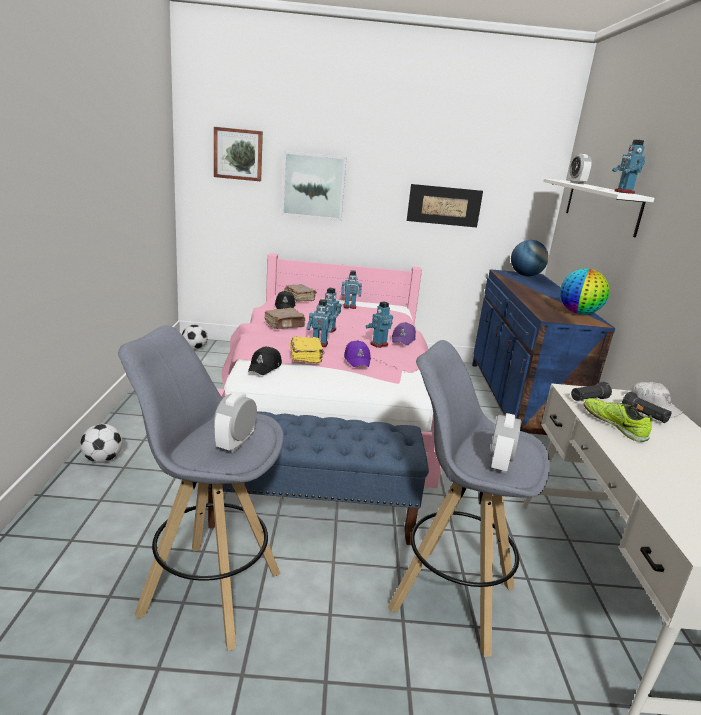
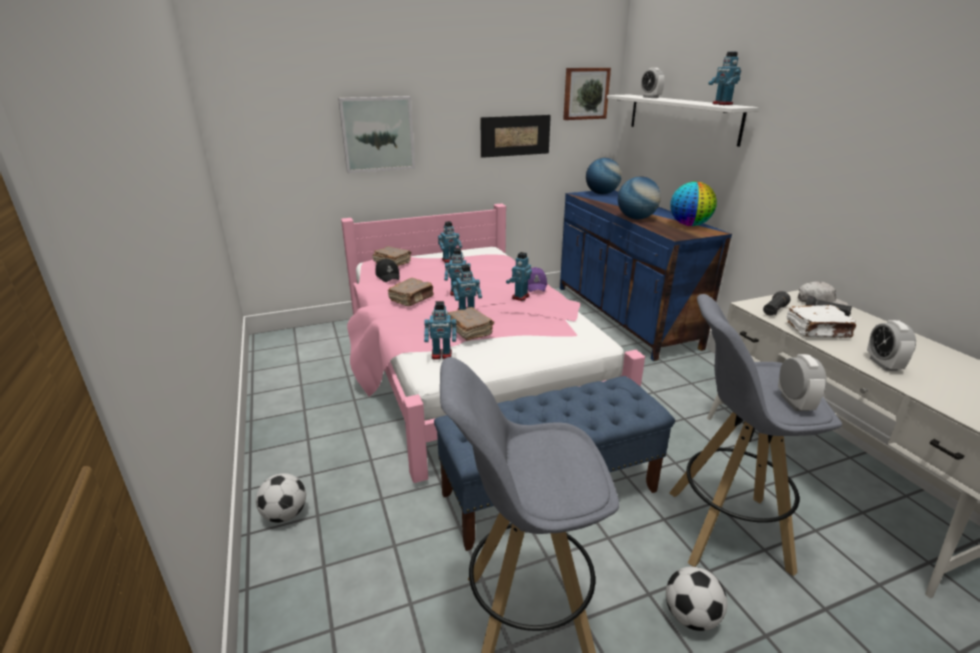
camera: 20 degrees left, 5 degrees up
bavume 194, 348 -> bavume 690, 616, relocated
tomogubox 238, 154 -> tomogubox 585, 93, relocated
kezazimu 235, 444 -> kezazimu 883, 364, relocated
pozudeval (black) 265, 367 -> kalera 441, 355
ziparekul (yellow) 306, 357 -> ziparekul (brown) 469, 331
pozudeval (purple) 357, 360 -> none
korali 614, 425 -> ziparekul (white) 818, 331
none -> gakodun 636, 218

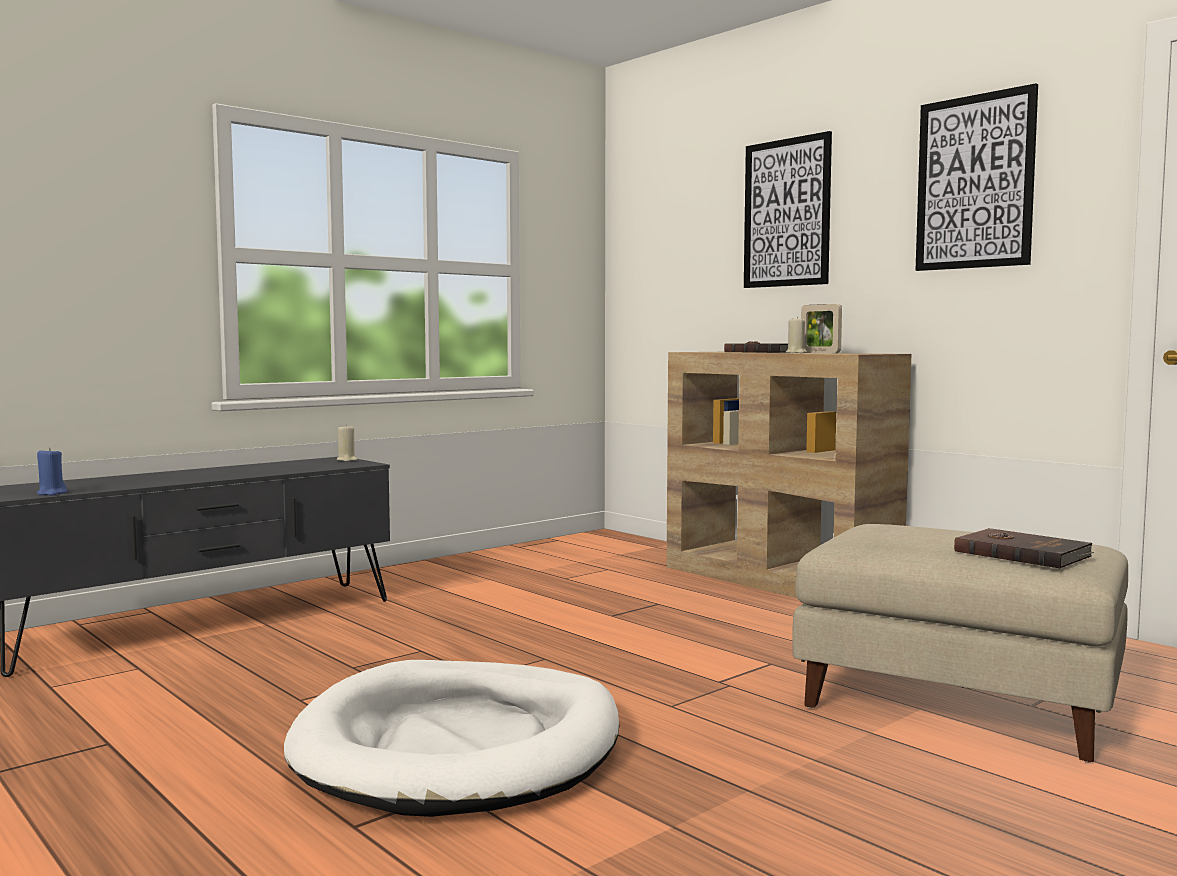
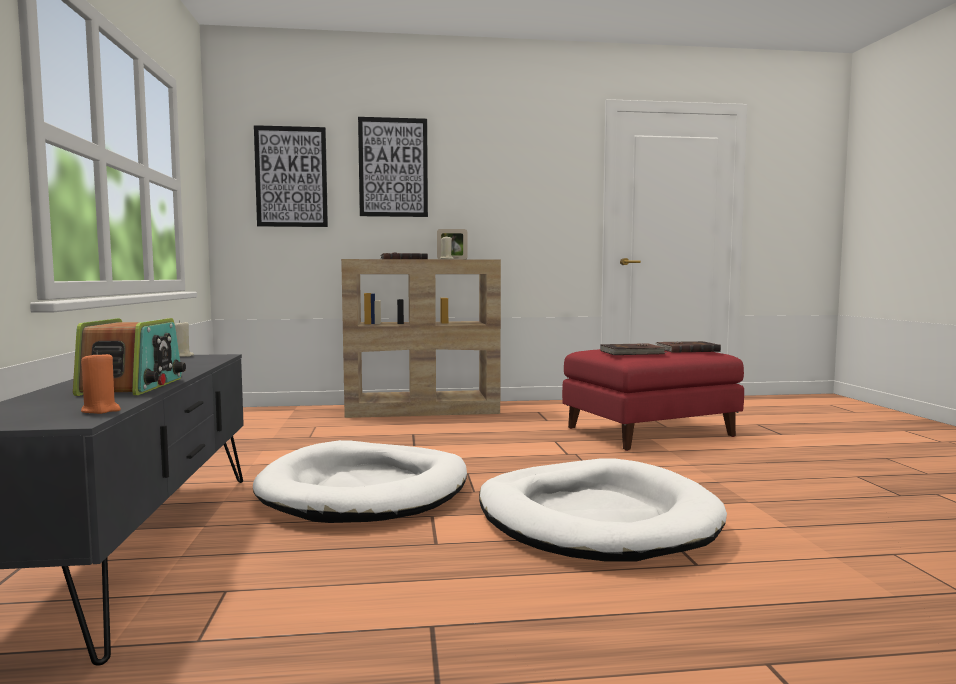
camera: 55 degrees left, 0 degrees up
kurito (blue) 52, 493 -> kurito (orange) 101, 410
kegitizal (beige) 961, 702 -> kegitizal (red) 650, 432
tomogubox 974, 182 -> tomogubox 291, 177, relocated
none -> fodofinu 133, 386
none -> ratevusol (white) 366, 490
none -> ziparekul (brown) 633, 352

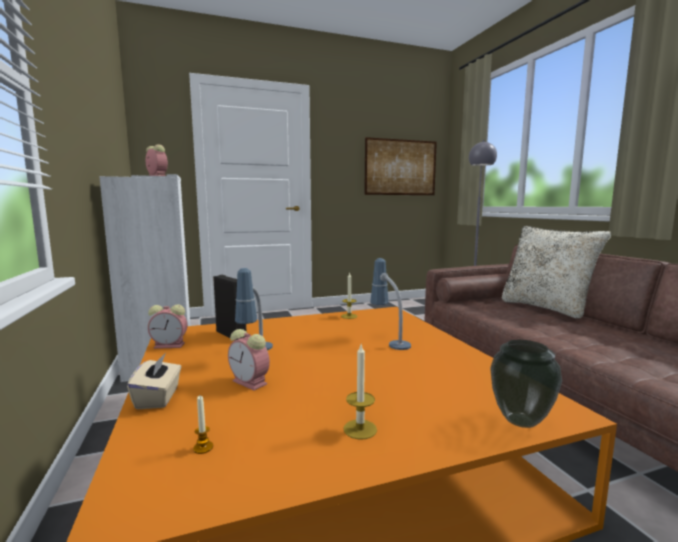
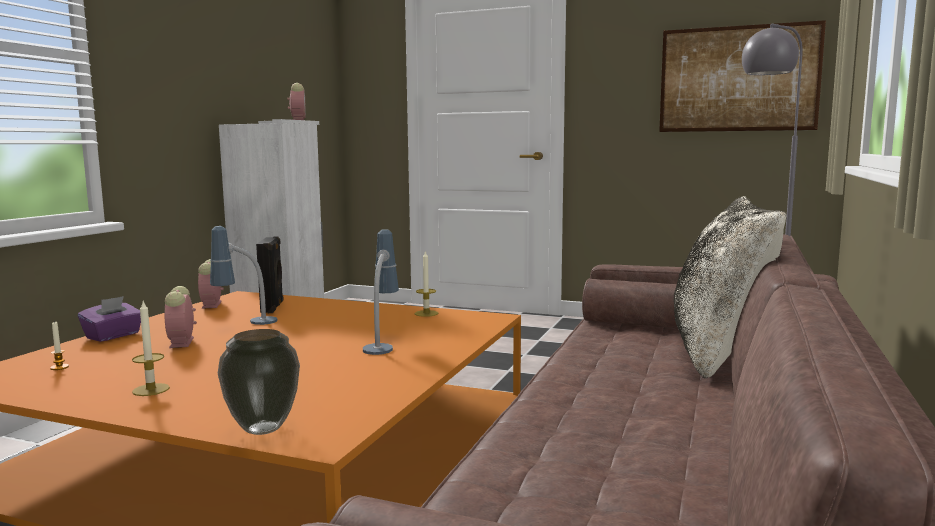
camera: 40 degrees right, 0 degrees up
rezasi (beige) 158, 398 -> rezasi (purple) 113, 336
kezazimu 171, 345 -> kezazimu 212, 305, 45 degrees clockwise

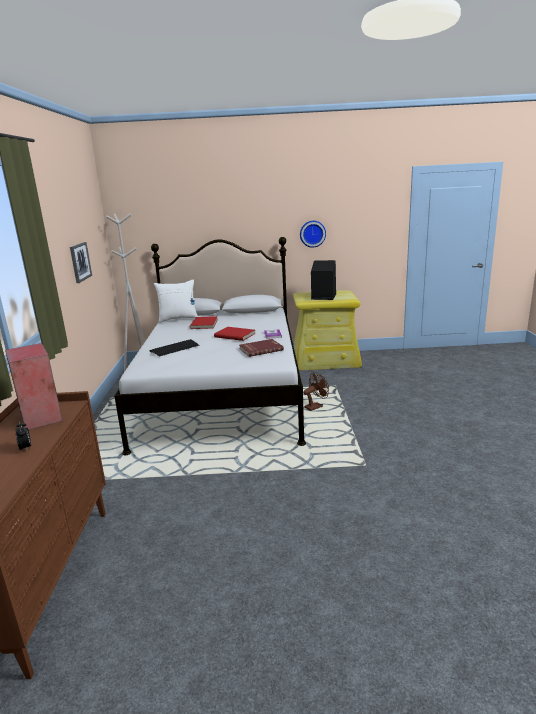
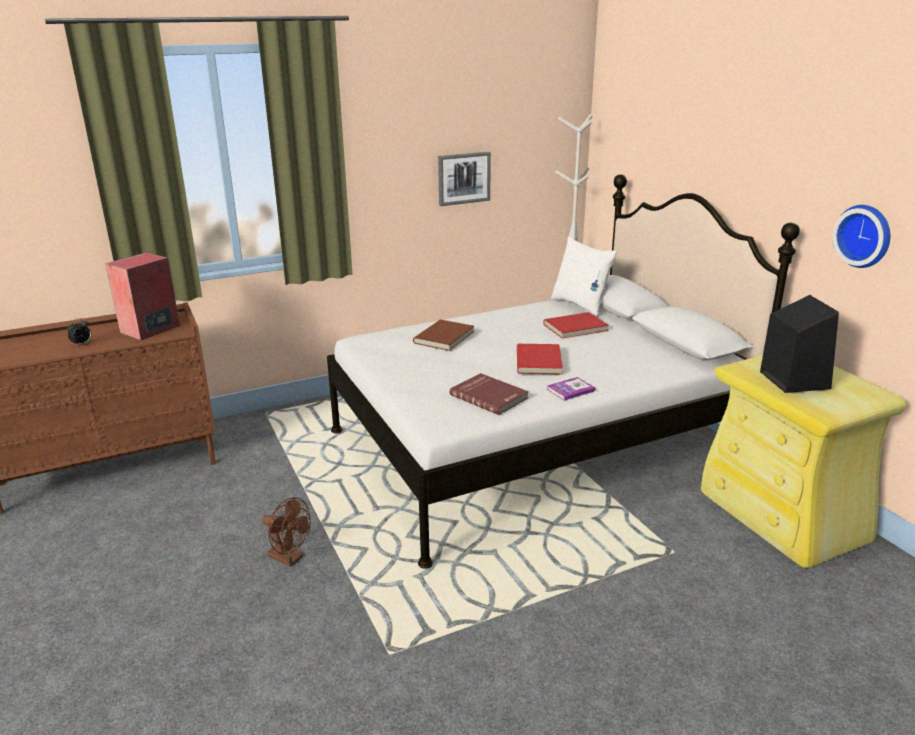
camera: 65 degrees right, 5 degrees up
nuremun 175, 348 -> ziparekul (brown) 445, 337
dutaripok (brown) 316, 406 -> dutaripok (brown) 289, 558, relocated

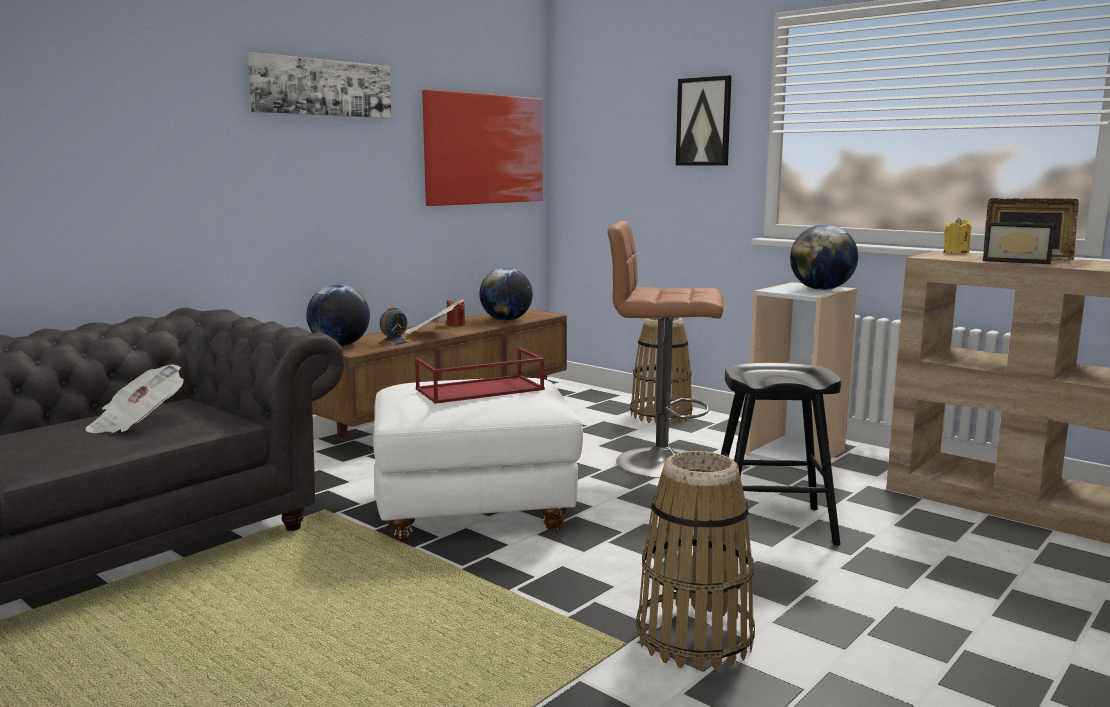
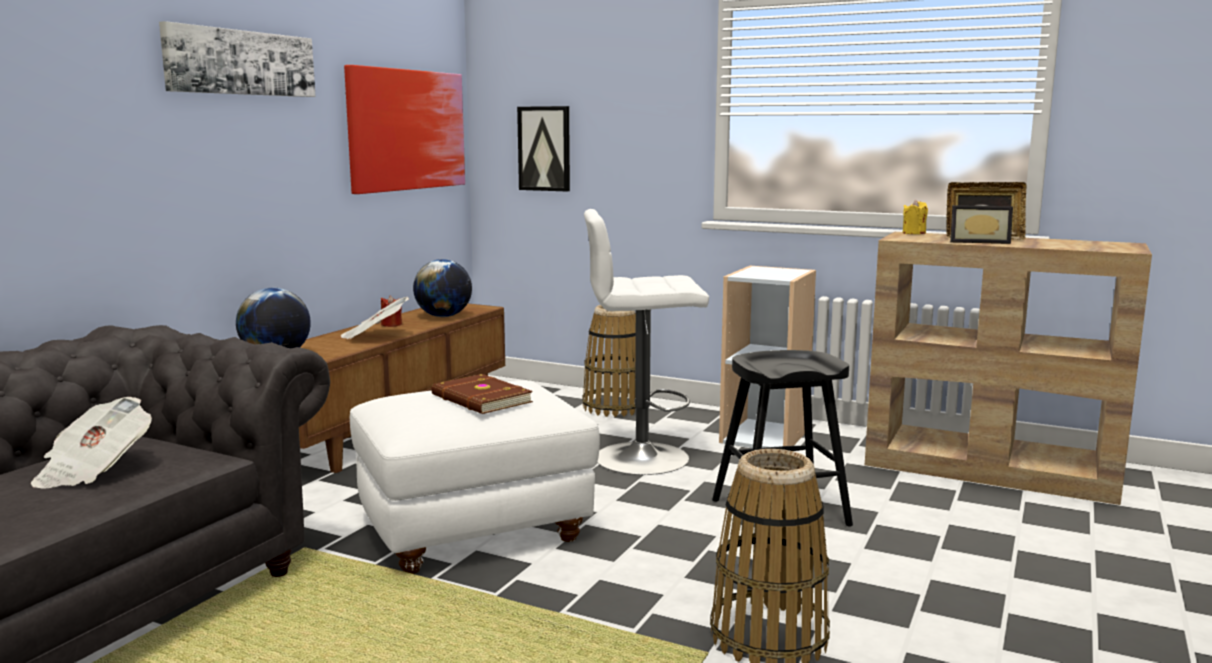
camera: 15 degrees left, 0 degrees up
kezazimu 394, 342 -> none
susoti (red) 479, 390 -> ziparekul (brown) 480, 399
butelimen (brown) 660, 462 -> butelimen (white) 640, 458
tomogubox 704, 122 -> tomogubox 544, 148, relocated
gakodun 821, 289 -> none

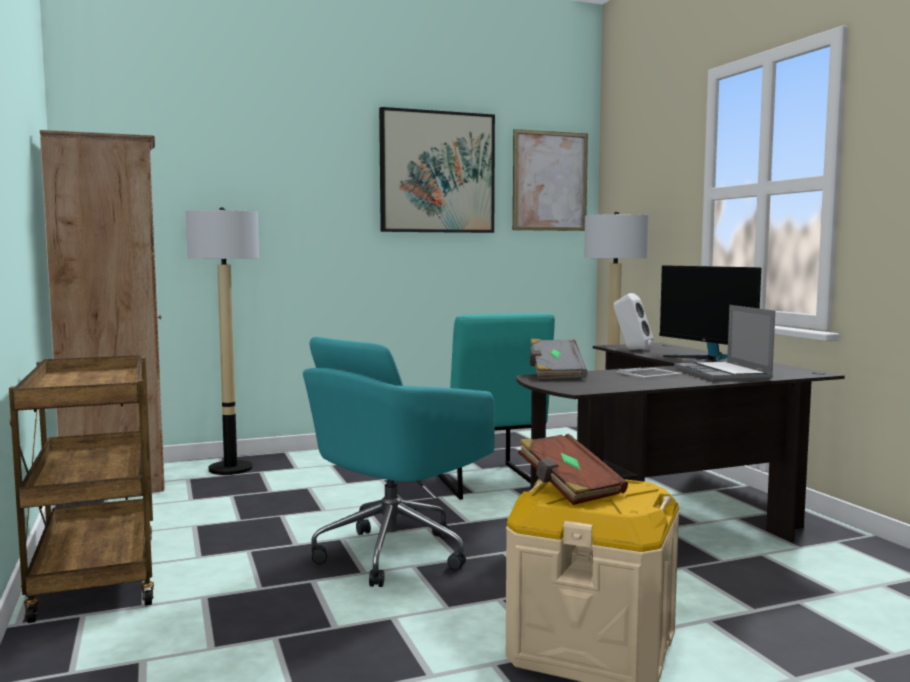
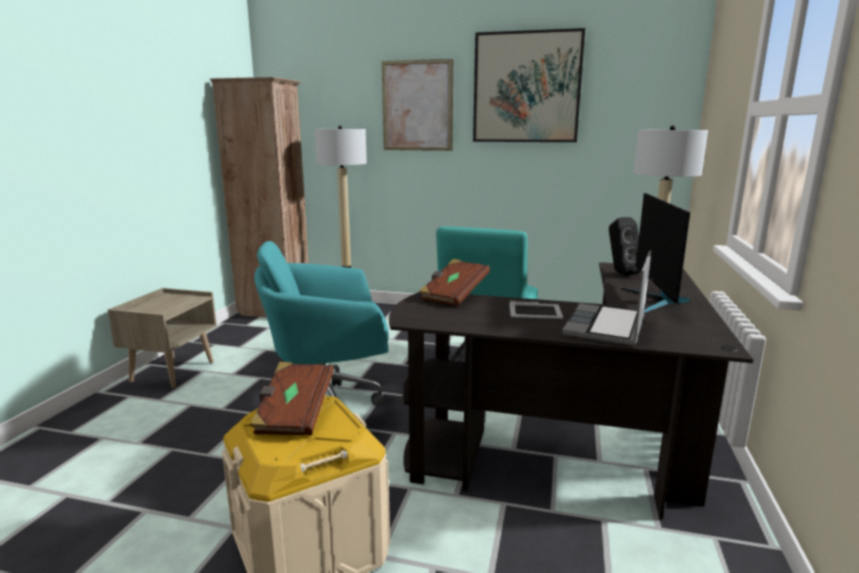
camera: 35 degrees right, 10 degrees up
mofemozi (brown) 94, 576 -> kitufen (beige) 172, 371
tomogubox 550, 181 -> tomogubox 417, 106, relocated
ziparekul (grey) 555, 374 -> ziparekul (brown) 453, 295
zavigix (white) 631, 349 -> zavigix (black) 620, 273

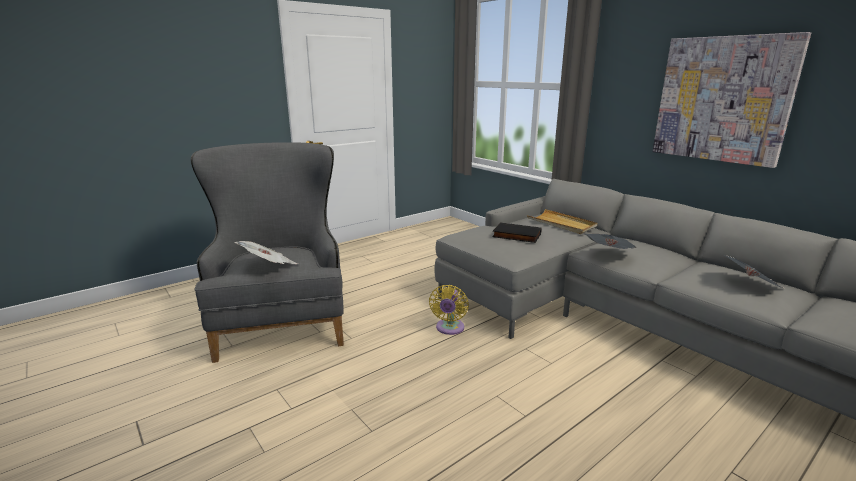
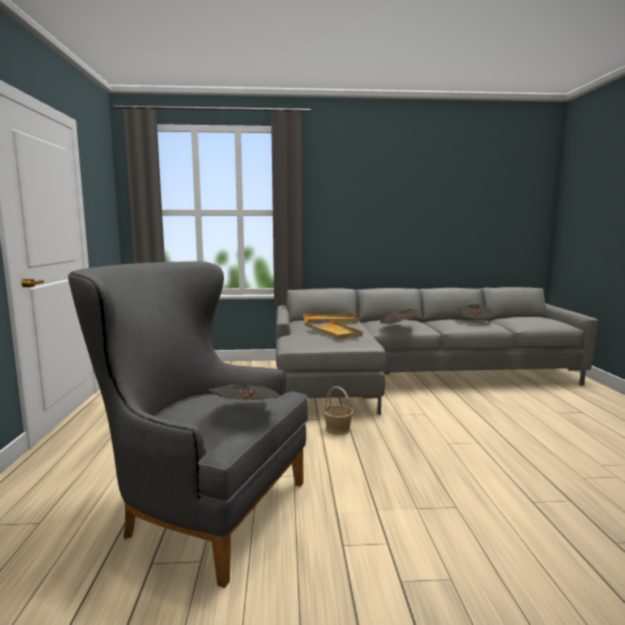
camera: 55 degrees left, 10 degrees down
dutaripok (yellow) 449, 329 -> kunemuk 338, 429
ziparekul (black) 516, 236 -> susoti (beige) 333, 332
tomogubox 722, 99 -> none

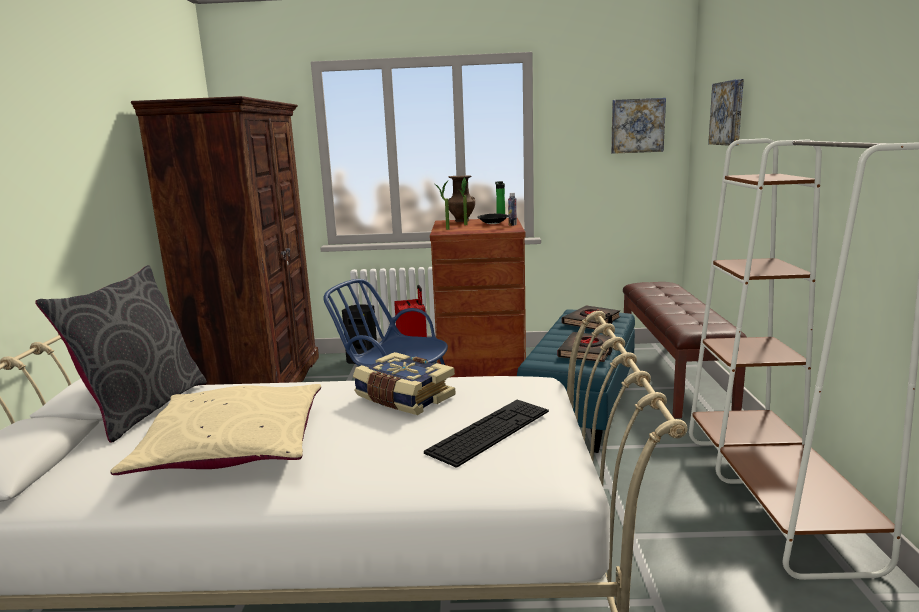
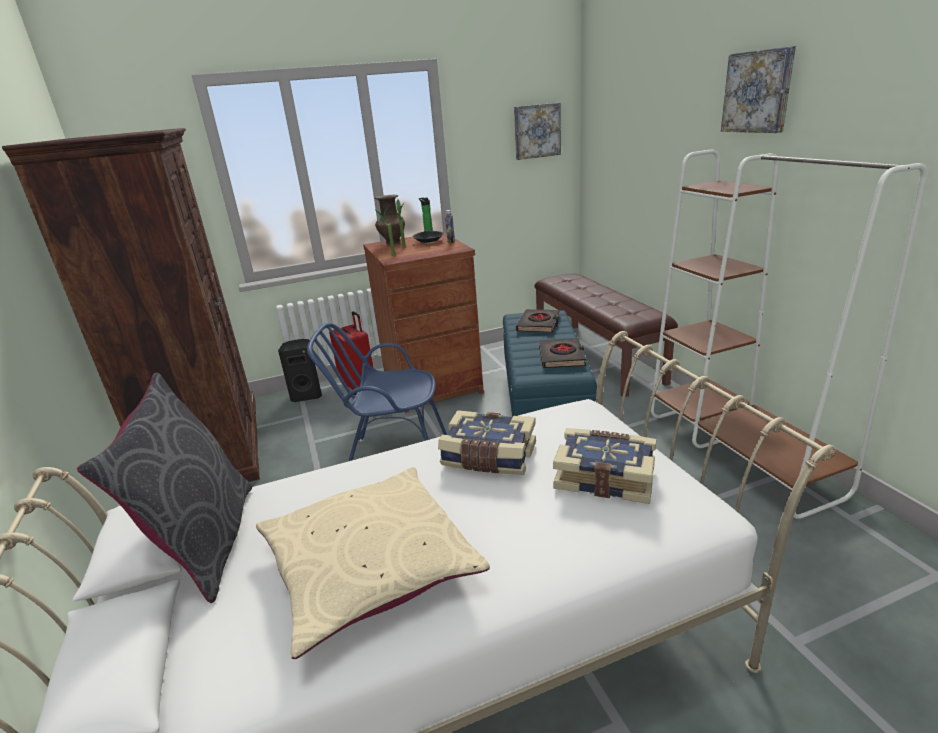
camera: 20 degrees left, 10 degrees up
nuremun 490, 431 -> ziparekul 605, 476
tomogubox 728, 113 -> tomogubox 758, 91, relocated

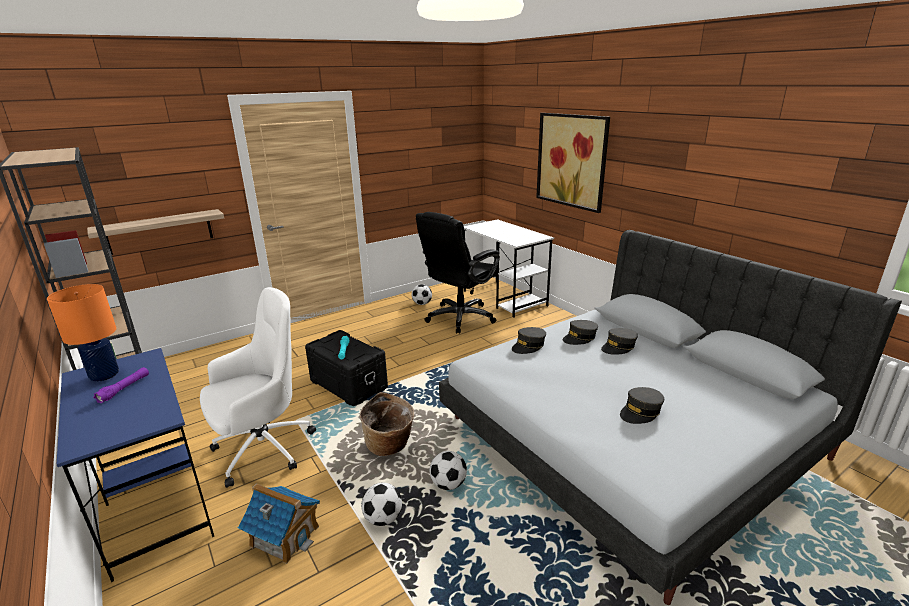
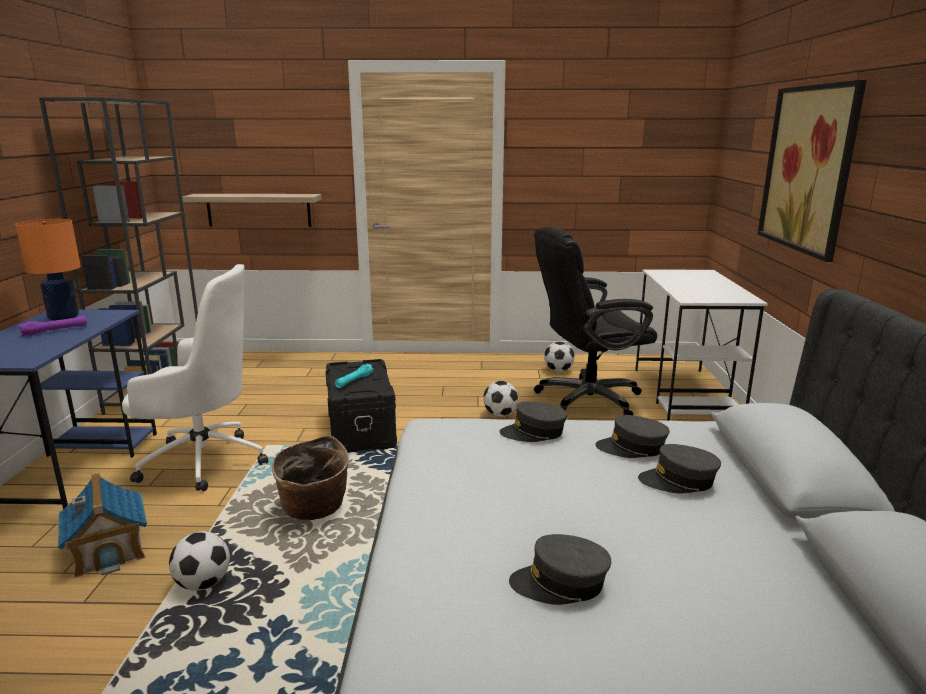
camera: 35 degrees right, 5 degrees down
bavume 448, 484 -> bavume 500, 414, relocated

